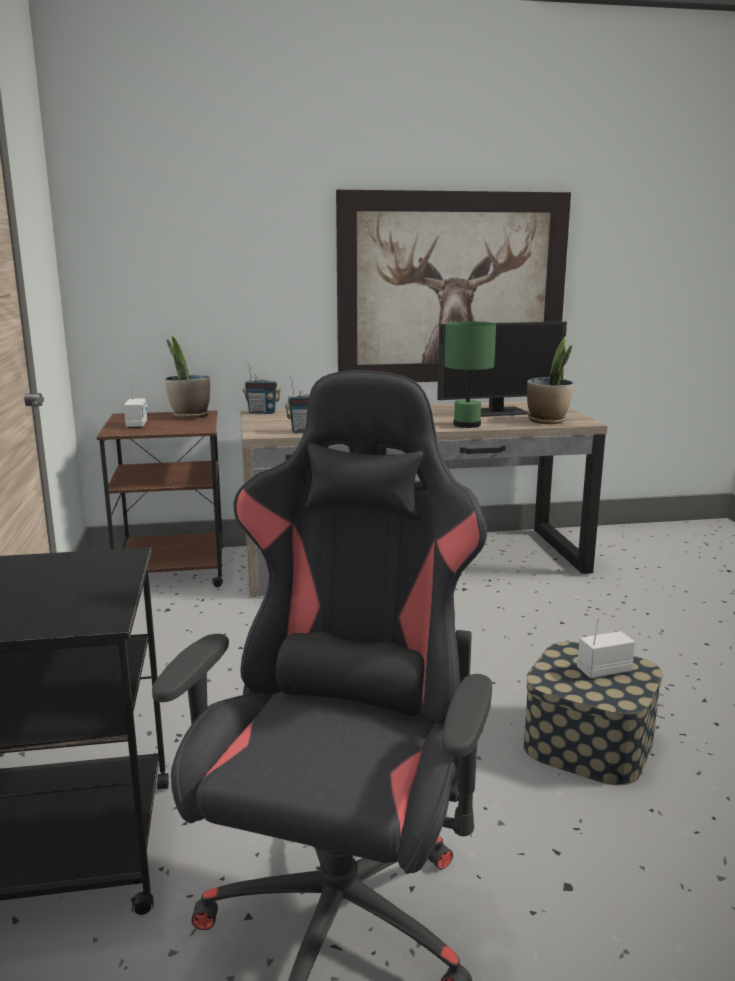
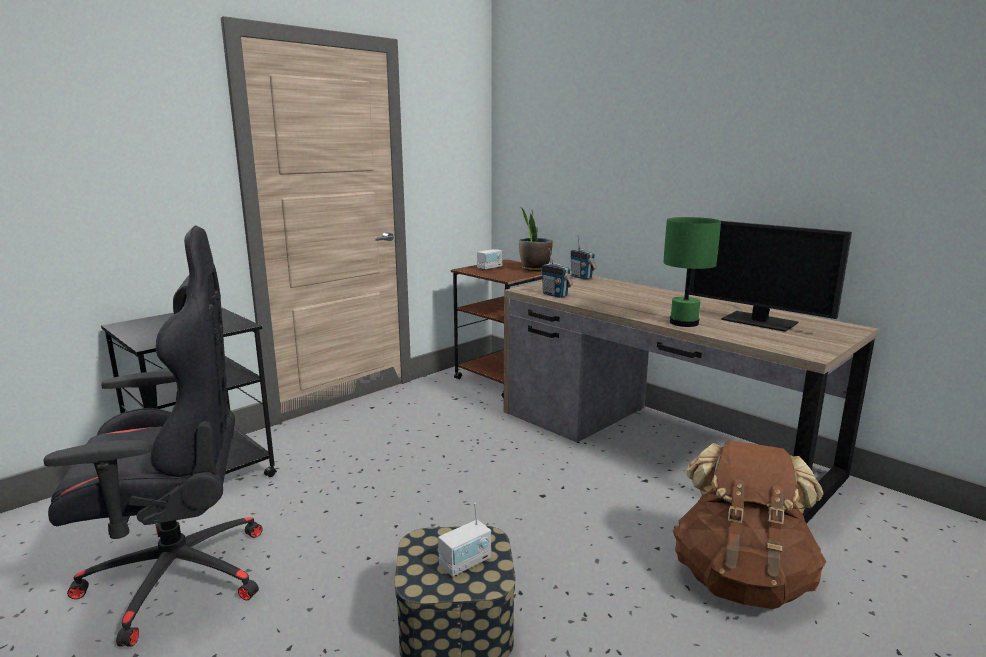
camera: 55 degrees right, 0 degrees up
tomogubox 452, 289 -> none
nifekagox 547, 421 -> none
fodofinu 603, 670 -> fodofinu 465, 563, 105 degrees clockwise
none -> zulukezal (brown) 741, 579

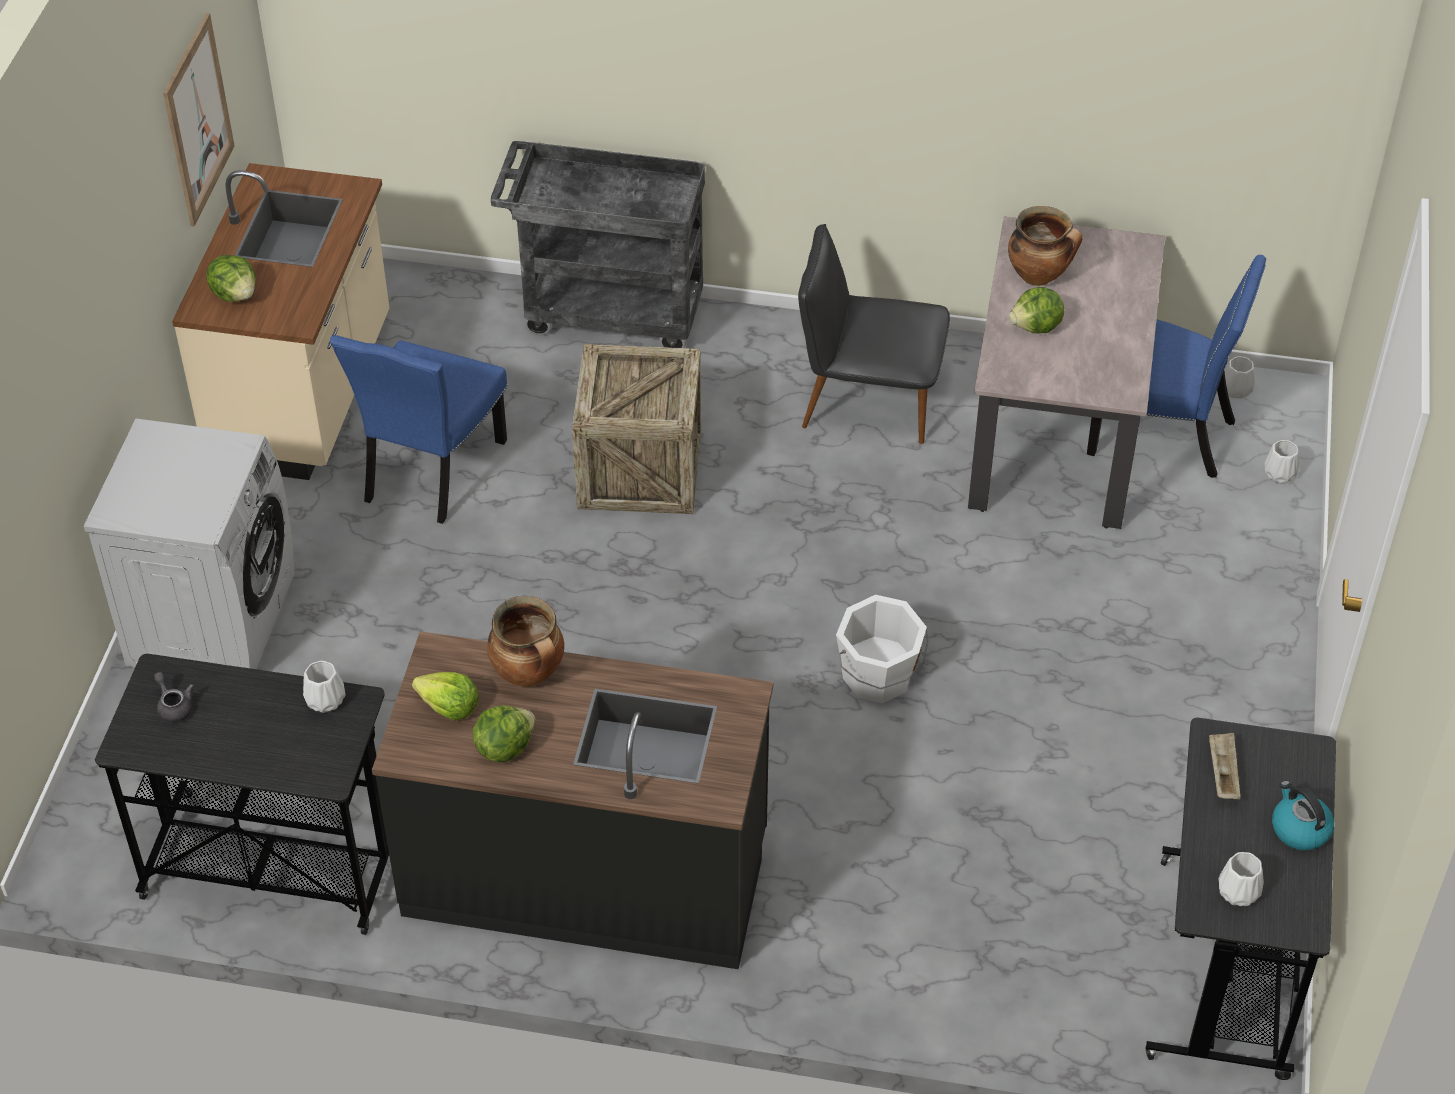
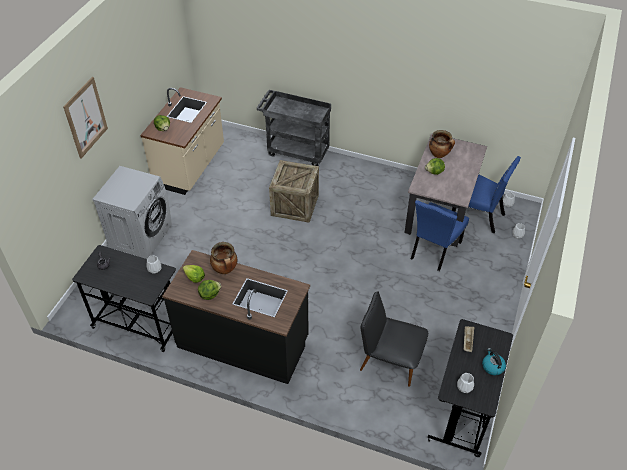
camera: 10 degrees right, 0 degrees up
tomogubox 198, 120 -> tomogubox 86, 118, relocated
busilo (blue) 433, 467 -> busilo (blue) 435, 249, relocated
busilo (black) 870, 399 -> busilo (black) 390, 360, relocated
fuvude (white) 878, 677 -> none

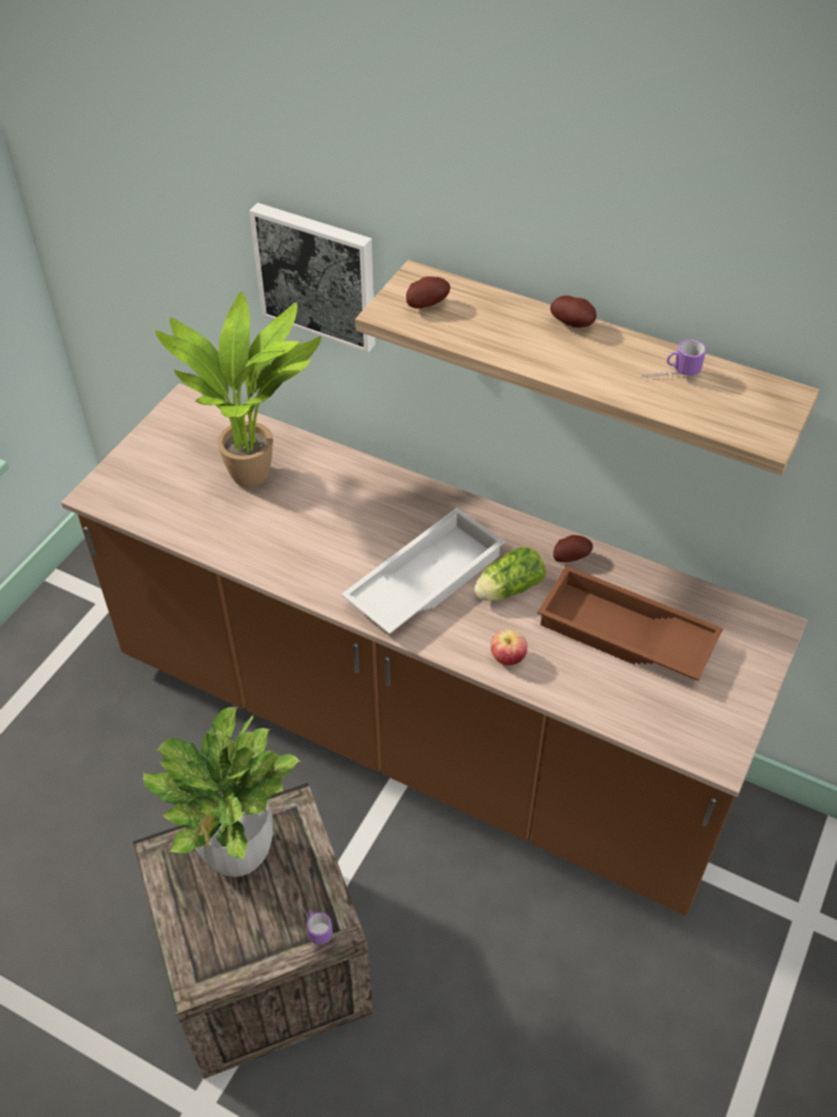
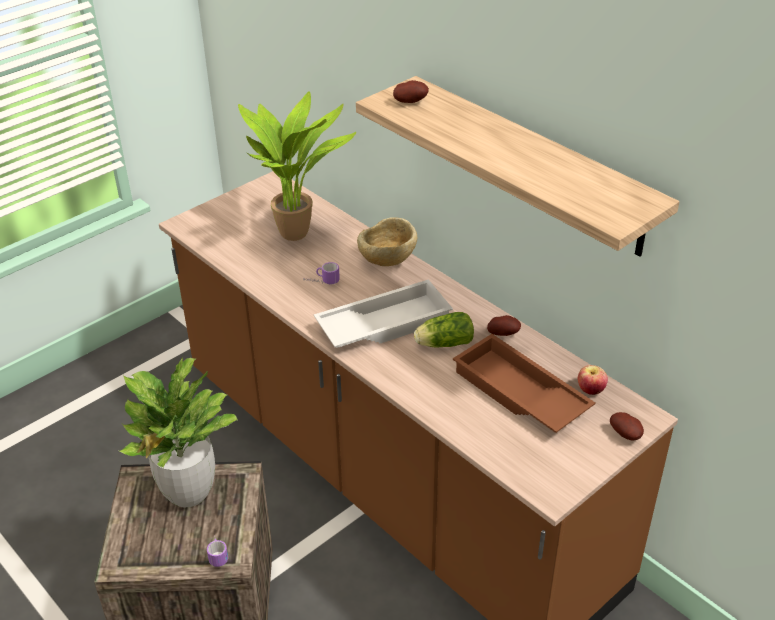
camera: 20 degrees right, 10 degrees down
tomogubox 318, 275 -> none
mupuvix 507, 658 -> mupuvix 590, 390, relocated
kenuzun 573, 324 -> kenuzun 626, 435, relocated
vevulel 670, 375 -> vevulel 321, 282, relocated
none -> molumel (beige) 387, 262

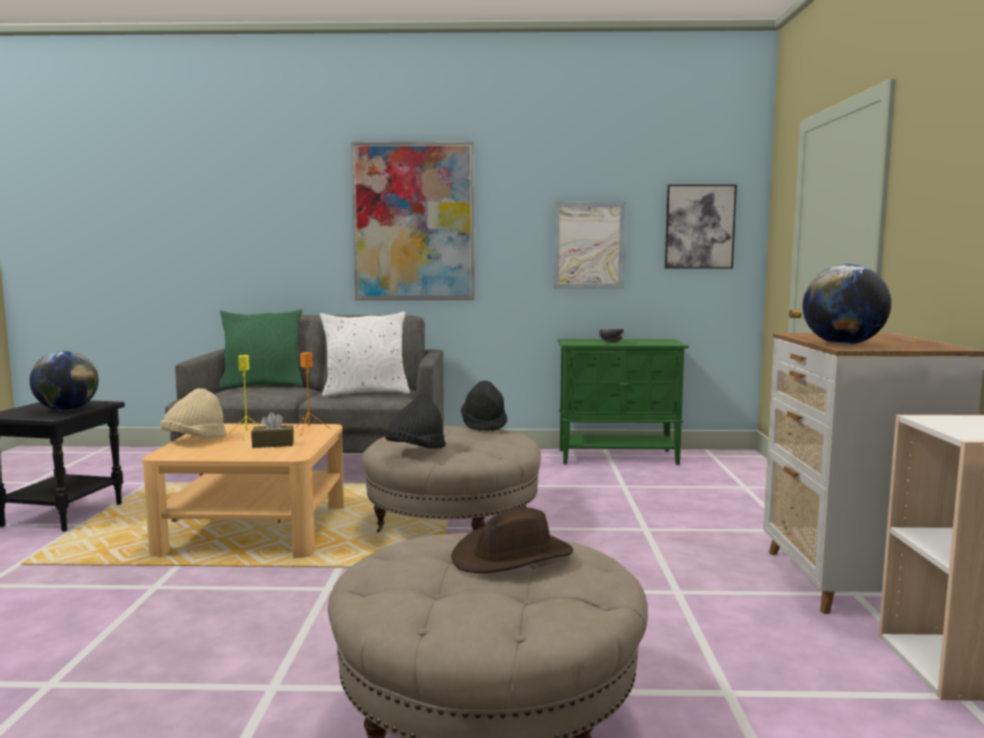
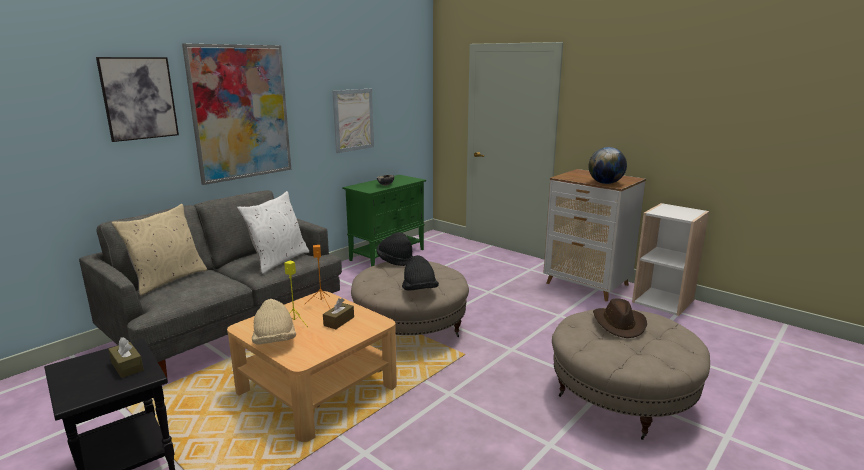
camera: 50 degrees left, 10 degrees up
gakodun 66, 410 -> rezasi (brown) 127, 366
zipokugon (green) 263, 385 -> zipokugon (beige) 167, 280
tomogubox 699, 227 -> tomogubox 139, 98, relocated

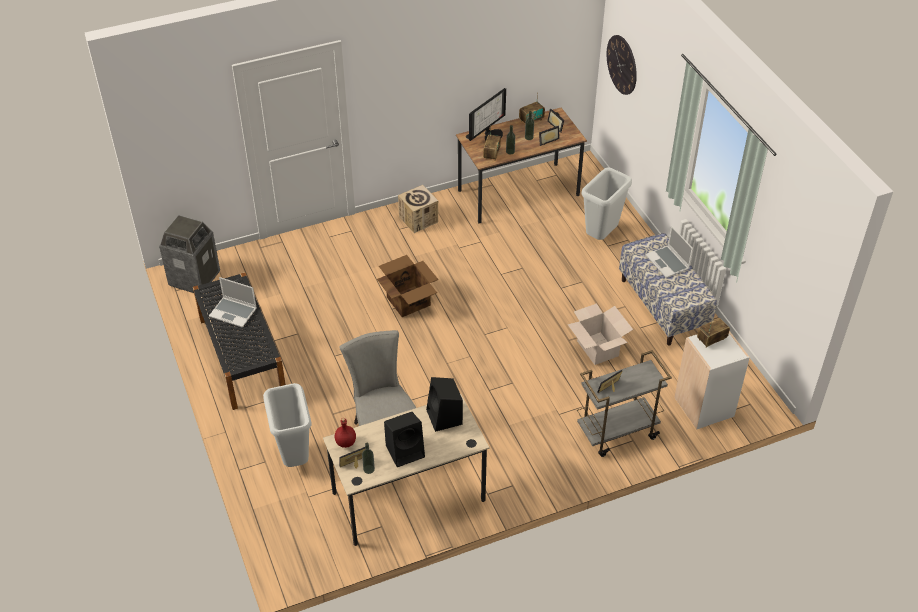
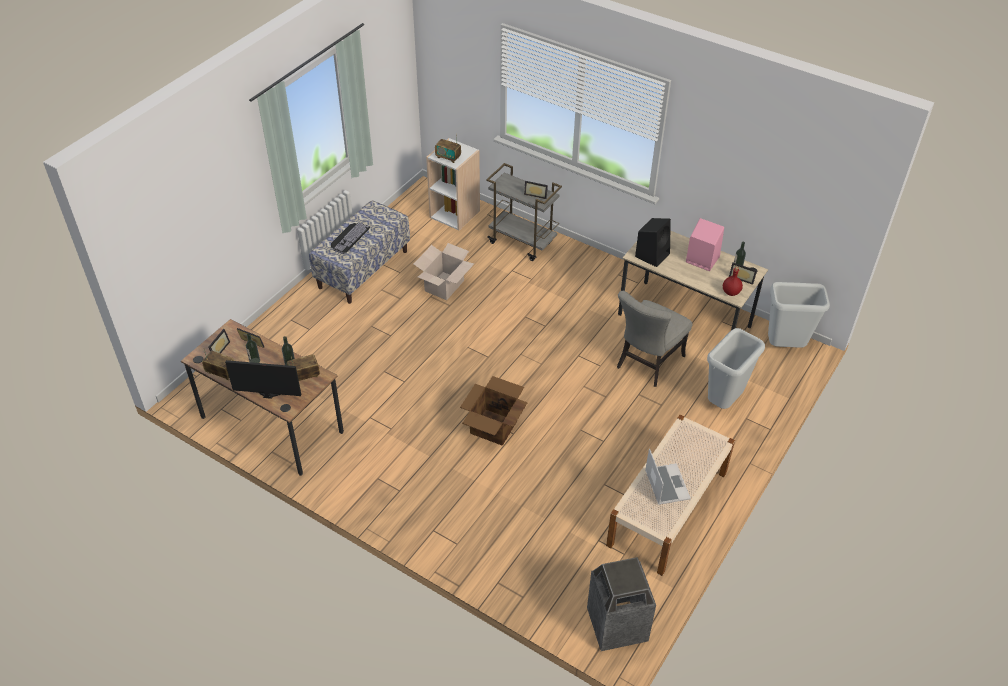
camera: 125 degrees left, 0 degrees up
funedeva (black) 241, 356 -> funedeva (beige) 668, 509
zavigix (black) 406, 450 -> zavigix (pink) 701, 259
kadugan 418, 219 -> none
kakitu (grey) 600, 236 -> kakitu (grey) 784, 348, relocated
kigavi 622, 64 -> none
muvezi 668, 263 -> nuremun 349, 237

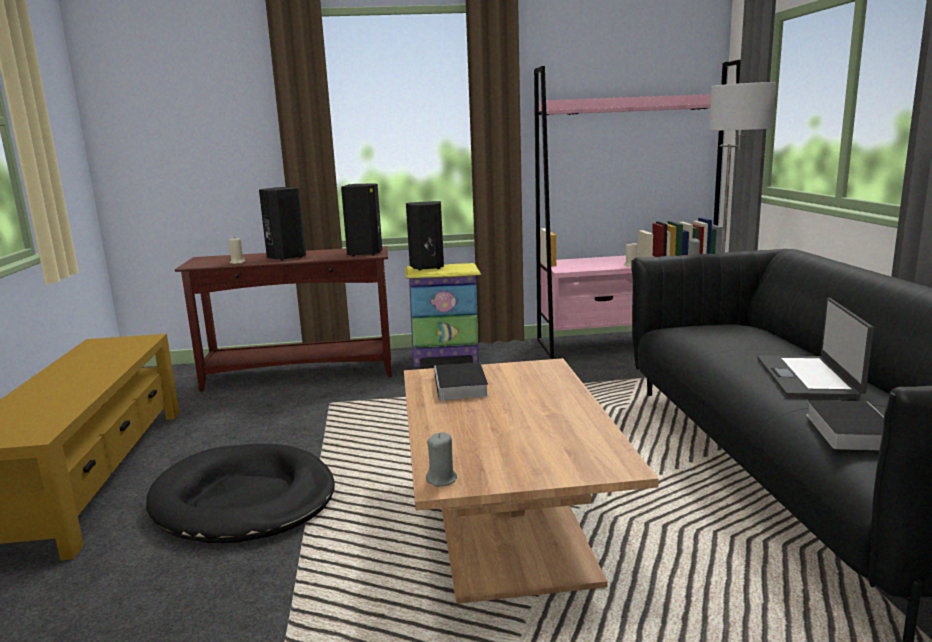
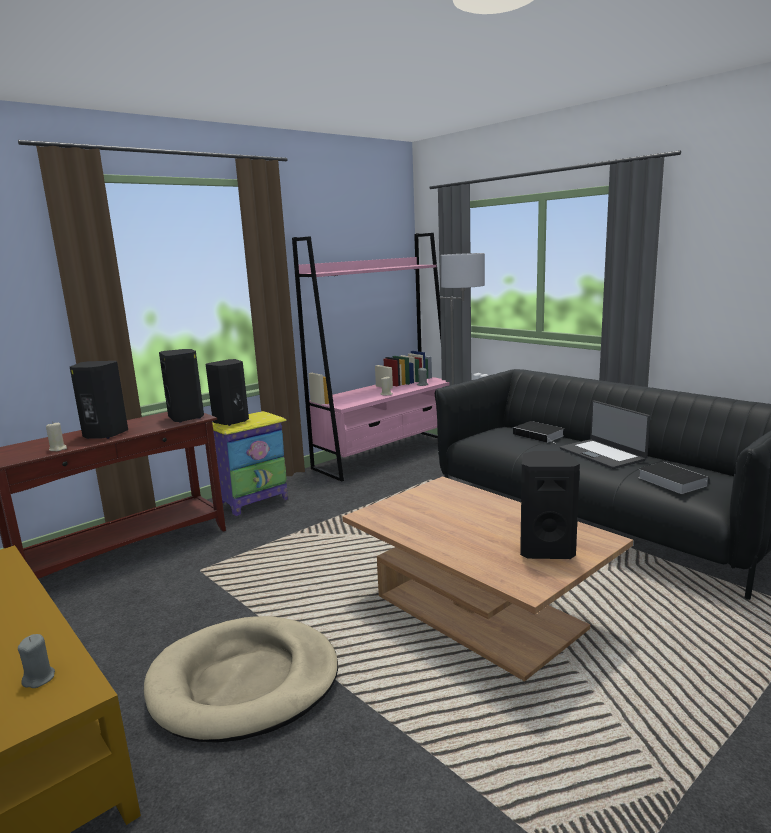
camera: 35 degrees left, 0 degrees up
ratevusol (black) 244, 500 -> ratevusol (beige) 244, 682
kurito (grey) 442, 479 -> kurito (grey) 39, 679, relocated
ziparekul 461, 387 -> ziparekul 539, 435, relocated
none -> zavigix (black) 546, 550

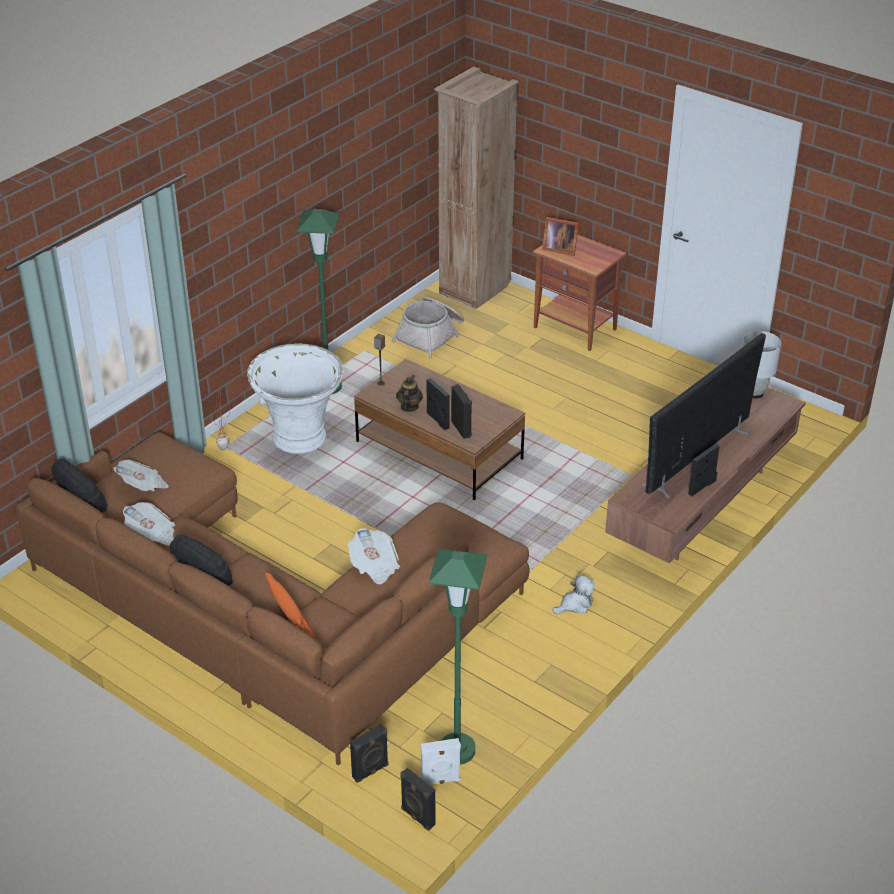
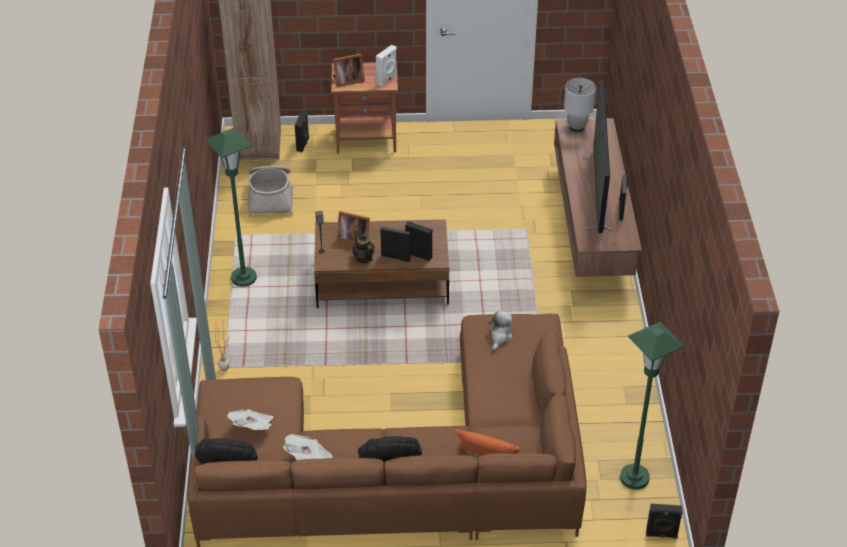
camera: 40 degrees left, 5 degrees up
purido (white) 300, 438 -> none
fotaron 374, 566 -> none
zavigix (black) 371, 771 -> zavigix (black) 303, 144, relocated
zavigix (white) 440, 781 -> zavigix (white) 387, 80, relocated
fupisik 575, 604 -> fupisik 499, 337, relocated
none -> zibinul 353, 238

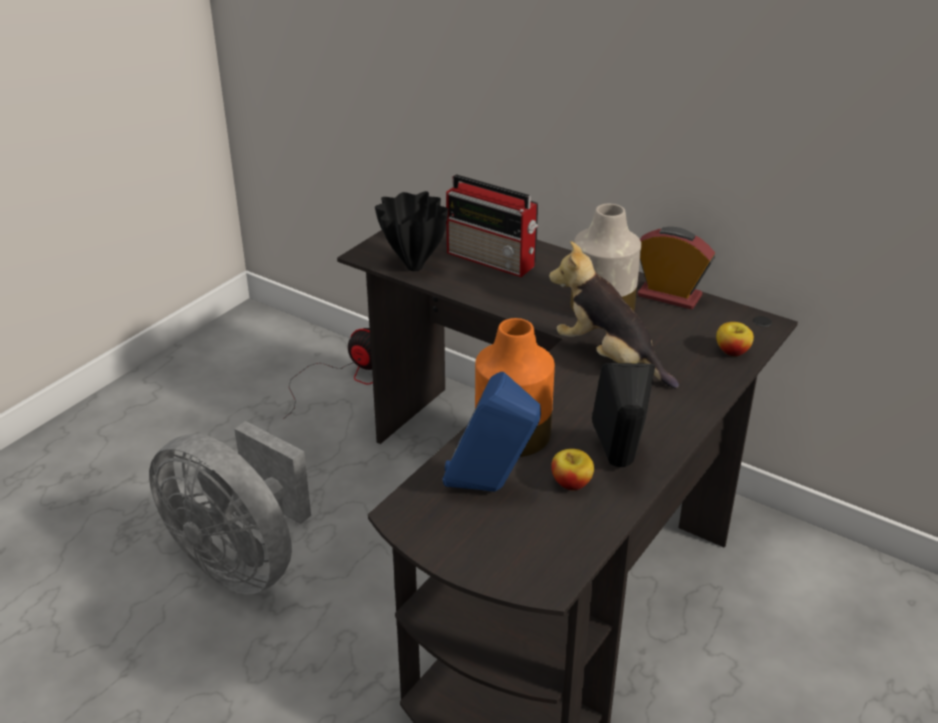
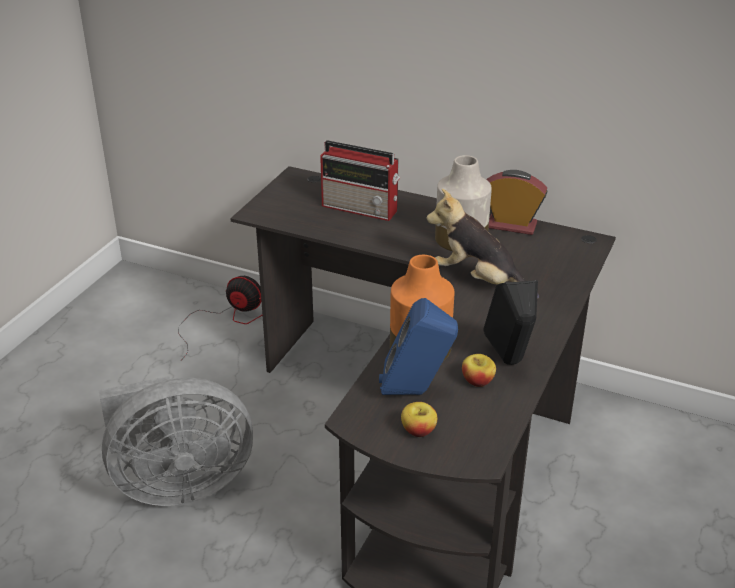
camera: 10 degrees left, 0 degrees up
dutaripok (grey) 242, 561 -> dutaripok (grey) 178, 484, 45 degrees counterclockwise
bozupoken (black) 413, 266 -> none
mupuvix 732, 351 -> mupuvix 418, 431, relocated

